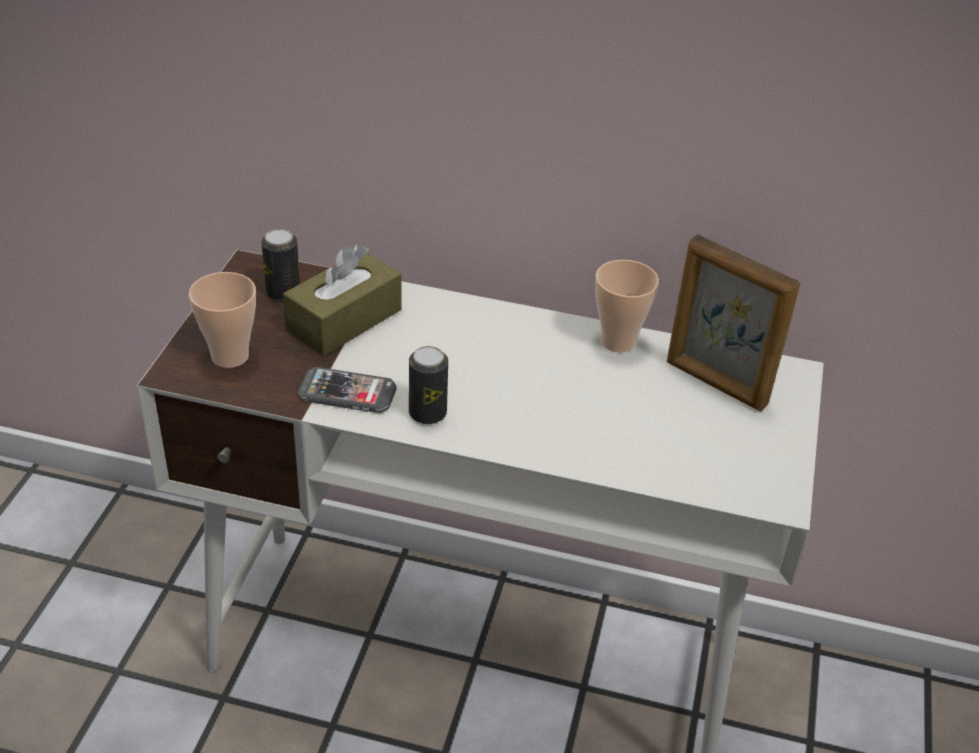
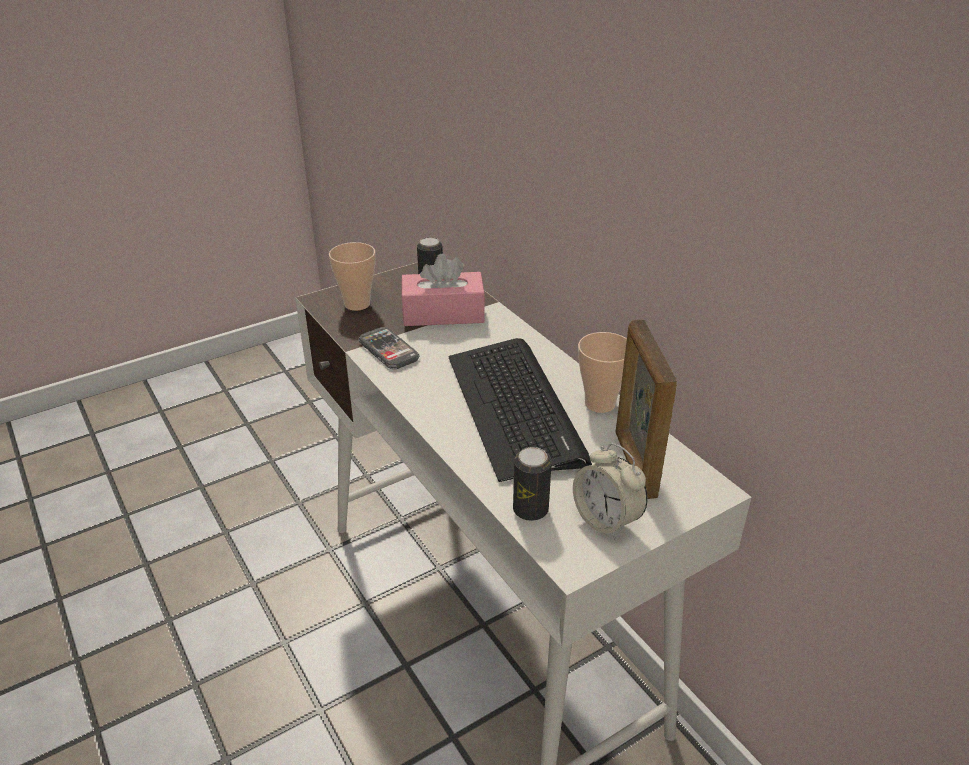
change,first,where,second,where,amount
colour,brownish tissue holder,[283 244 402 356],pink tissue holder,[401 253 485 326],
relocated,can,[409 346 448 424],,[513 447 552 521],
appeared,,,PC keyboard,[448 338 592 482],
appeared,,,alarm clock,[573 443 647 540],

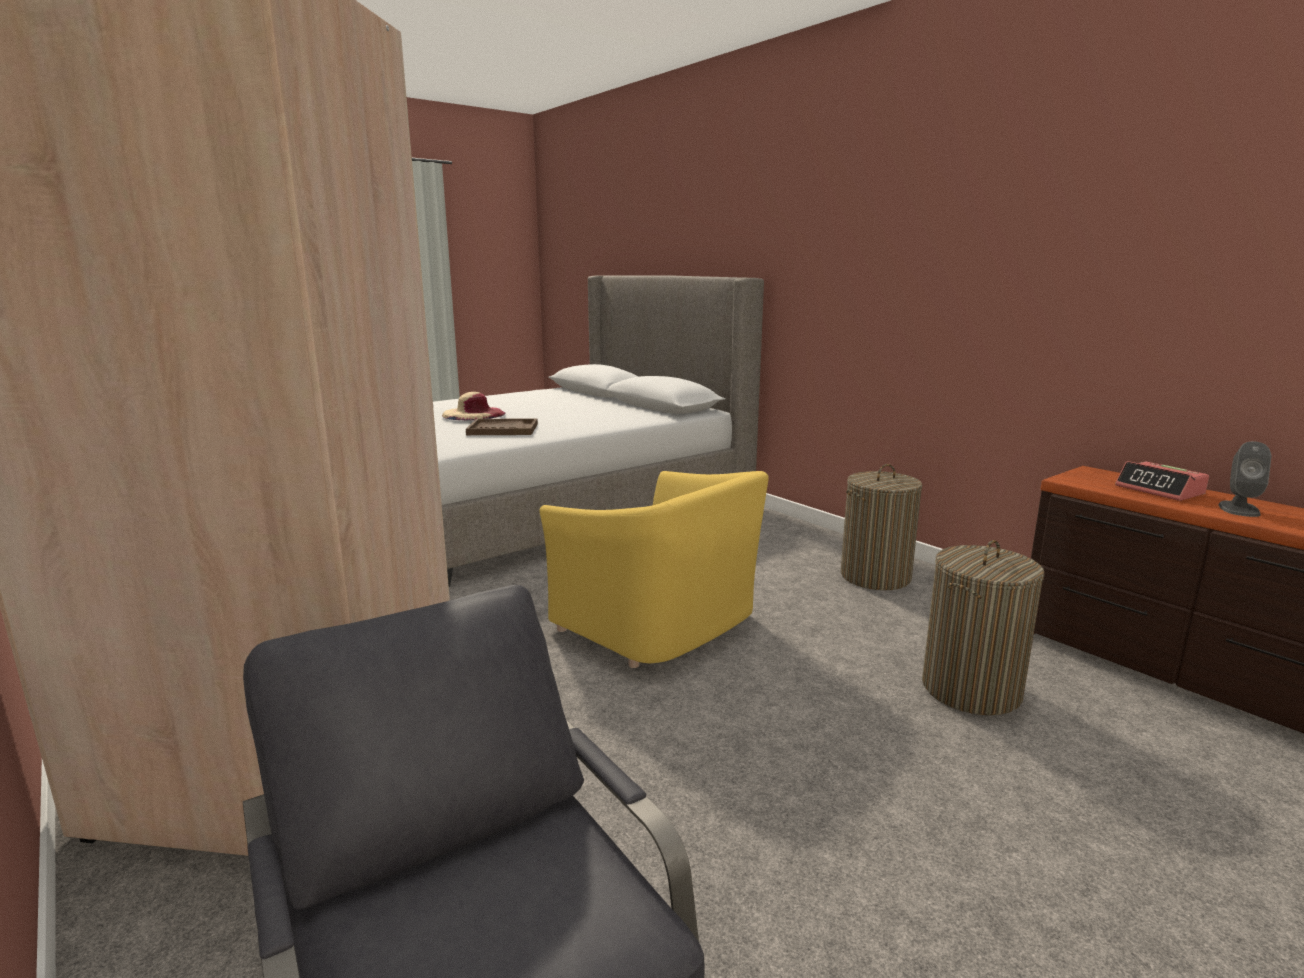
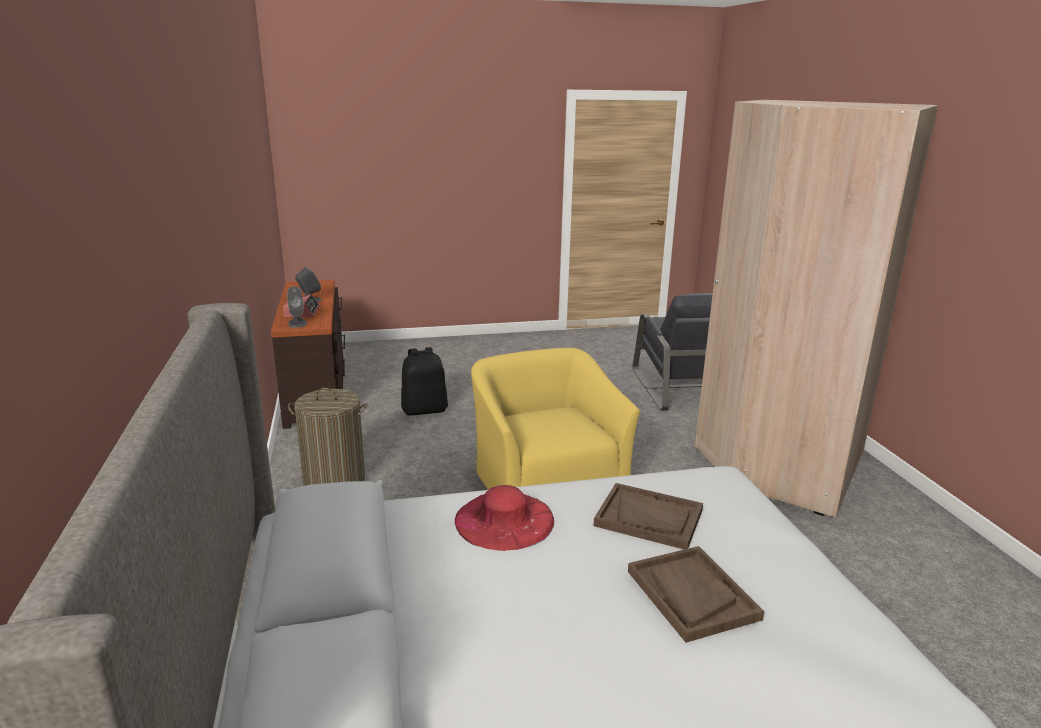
change,first,where,second,where,amount
exchanged,sand-coloured clothing hat,[442 392 505 420],brownish carrying tray,[628 546 764 643],
exchanged,washing basket,[922 540 1044 715],blackish rucksack,[401 347 448 416],
appeared,,,greyish speaker,[287 286 307 328],
appeared,,,red-coloured clothing hat,[455 485 554 551],

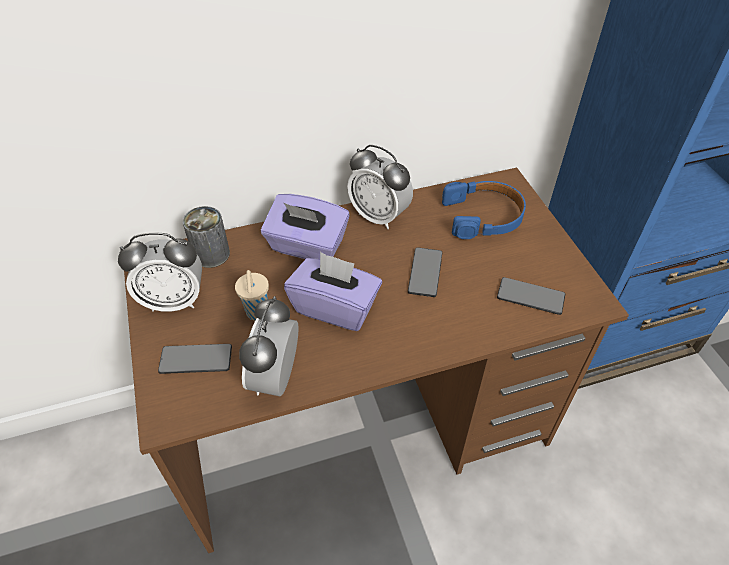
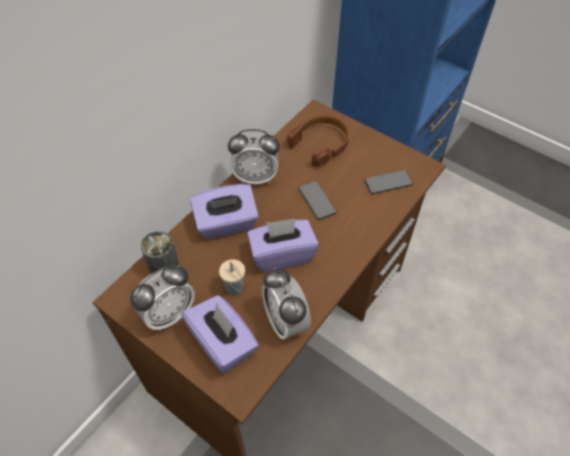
change,first,where,second,where,amount
colour,bluish headset,[442 181 526 239],brownish headset,[287 115 349 166],
exchanged,phone,[158 344 232 374],purple tissue holder,[182 295 259 374],

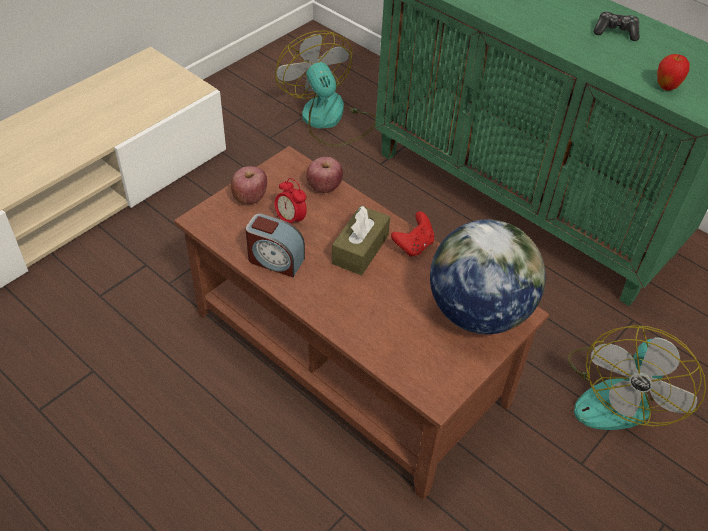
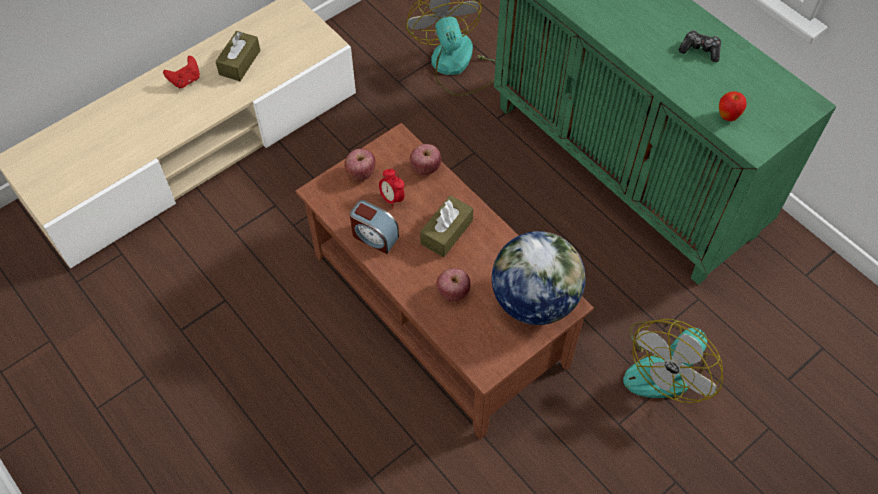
change,first,where,second,where,amount
relocated,red-coloured joypad,[391 211 434 257],,[163 56 200 88],
appeared,,,brownish tissue holder,[215 31 261 81],
appeared,,,apple fruit,[436 268 470 301],

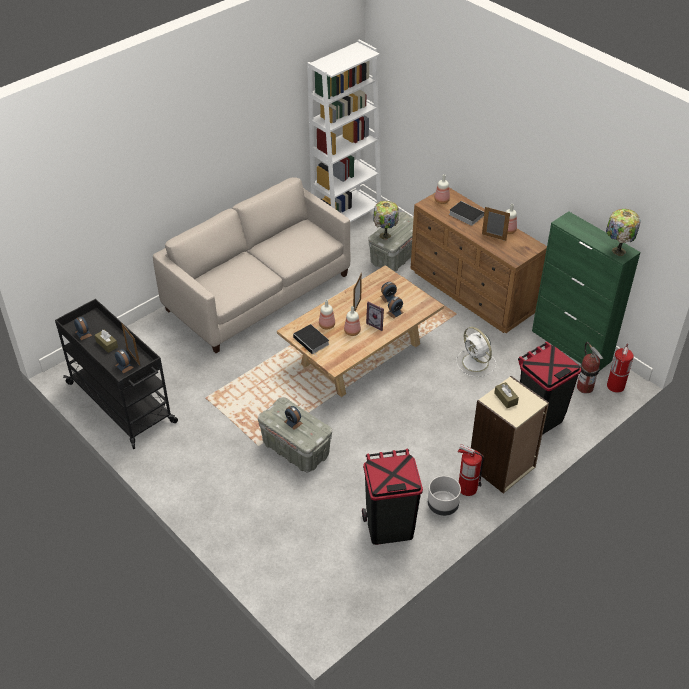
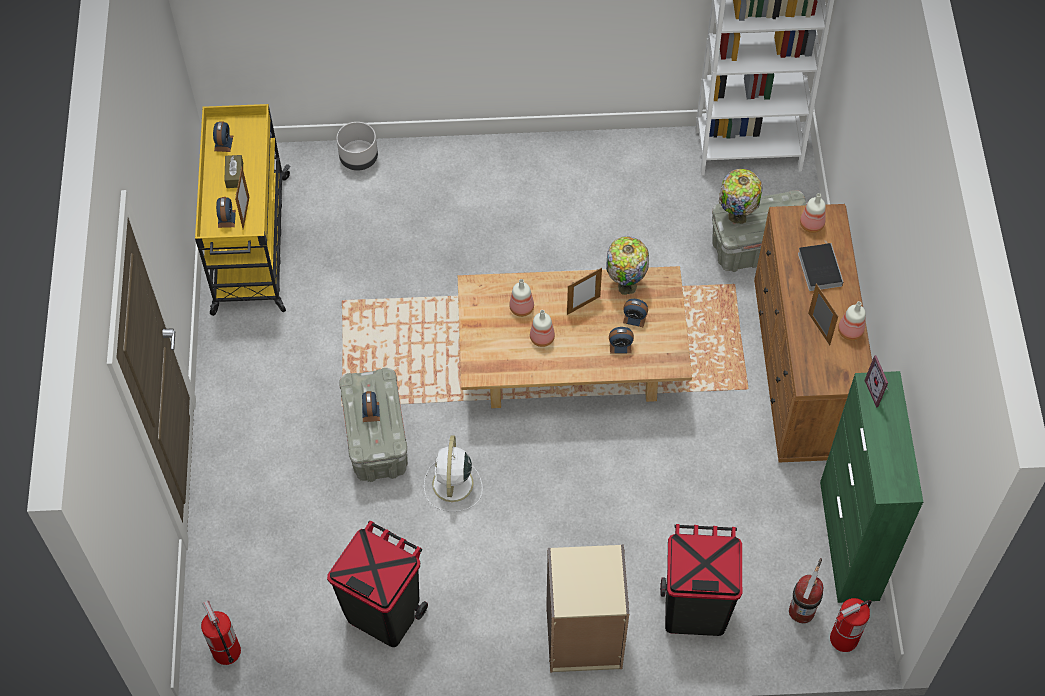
change,first,where,second,where,amount
missing,sand-coloured settee,[153 177 350 353],,,
relocated,table lamp,[606 209 641 256],,[606 237 649 295],
colour,blackish trolley,[55 299 178 449],yellowish trolley,[195 104 291 316],
relocated,picture frame,[366 302 384 331],,[864 355 889 408],
missing,book,[293 324 329 356],,,
relocated,white-coloured fan,[456 327 496 377],,[424 435 483 512],
missing,brownish tissue holder,[494 382 519 408],,,
relocated,fire-fighting cylinder,[458 444 484 496],,[201 600 241 665],
relocated,greyish plant pot,[428 476 461 516],,[337 122 378 171],

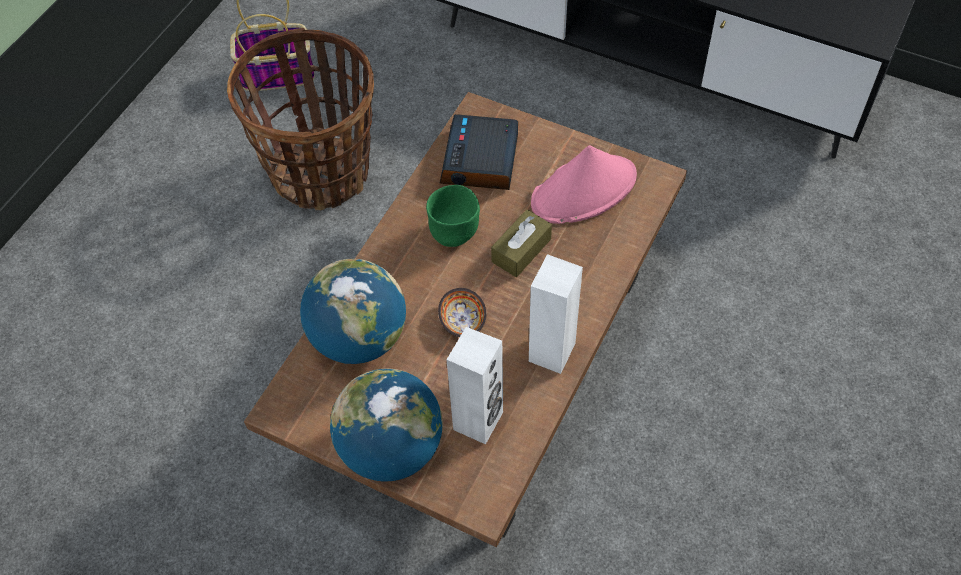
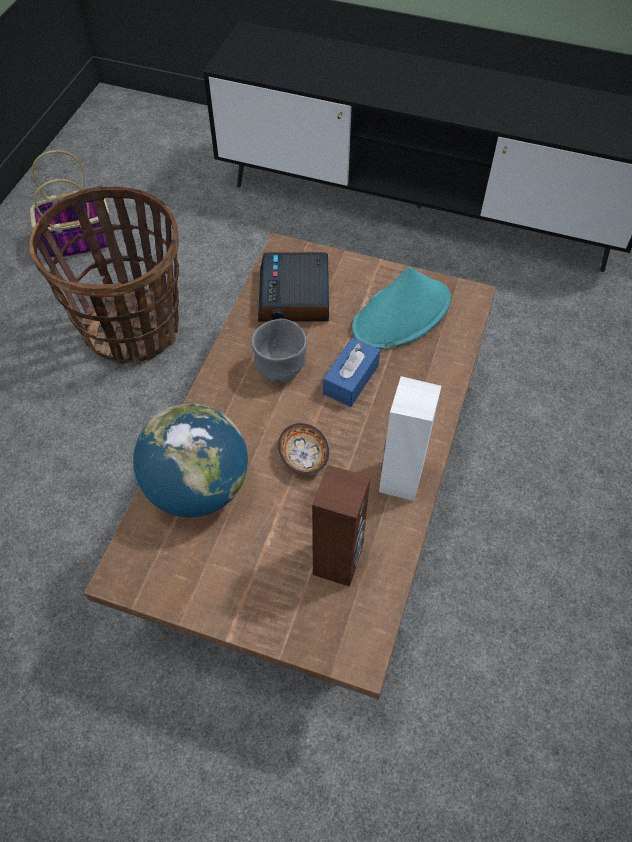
change,first,where,second,where,amount
colour,pink clothing hat,[531 145 637 224],blue-green clothing hat,[352 267 451 350],
colour,green bowl,[426 185 480 247],greyish bowl,[252 319 307 383],
colour,brownish tissue holder,[491 209 552 277],bluish tissue holder,[323 337 380 407],
colour,white-coloured speaker,[447 327 503 445],brownish speaker,[312 465 371 587],
missing,world globe,[330 369 443 481],,,

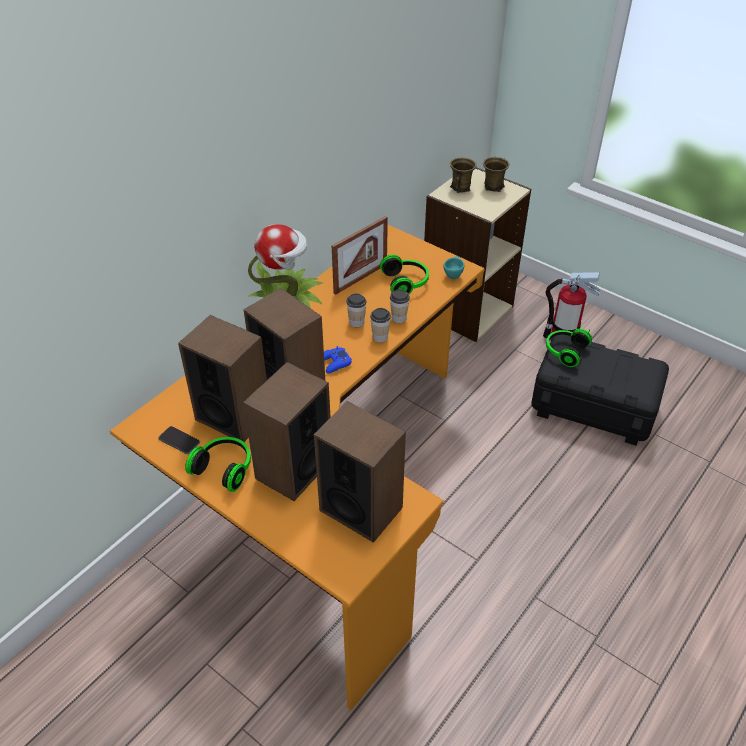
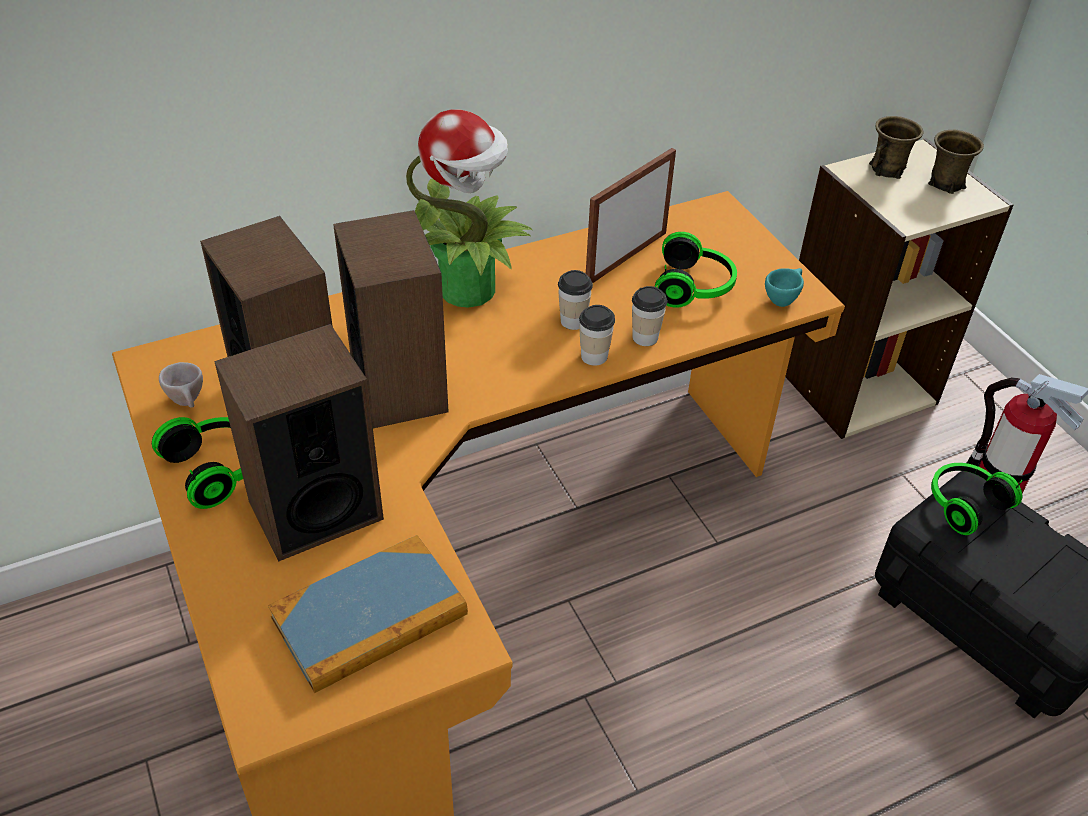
change,first,where,second,where,amount
spun,picture frame,[332 216 388 295],,[586 148 676 283],150 degrees clockwise
missing,bluish joypad,[324 346 352 374],,,
exchanged,speaker,[314 401 406 543],book,[268 535 468 693],
exchanged,phone,[158 426 200 454],sand-coloured small cup,[159 362 203 408],

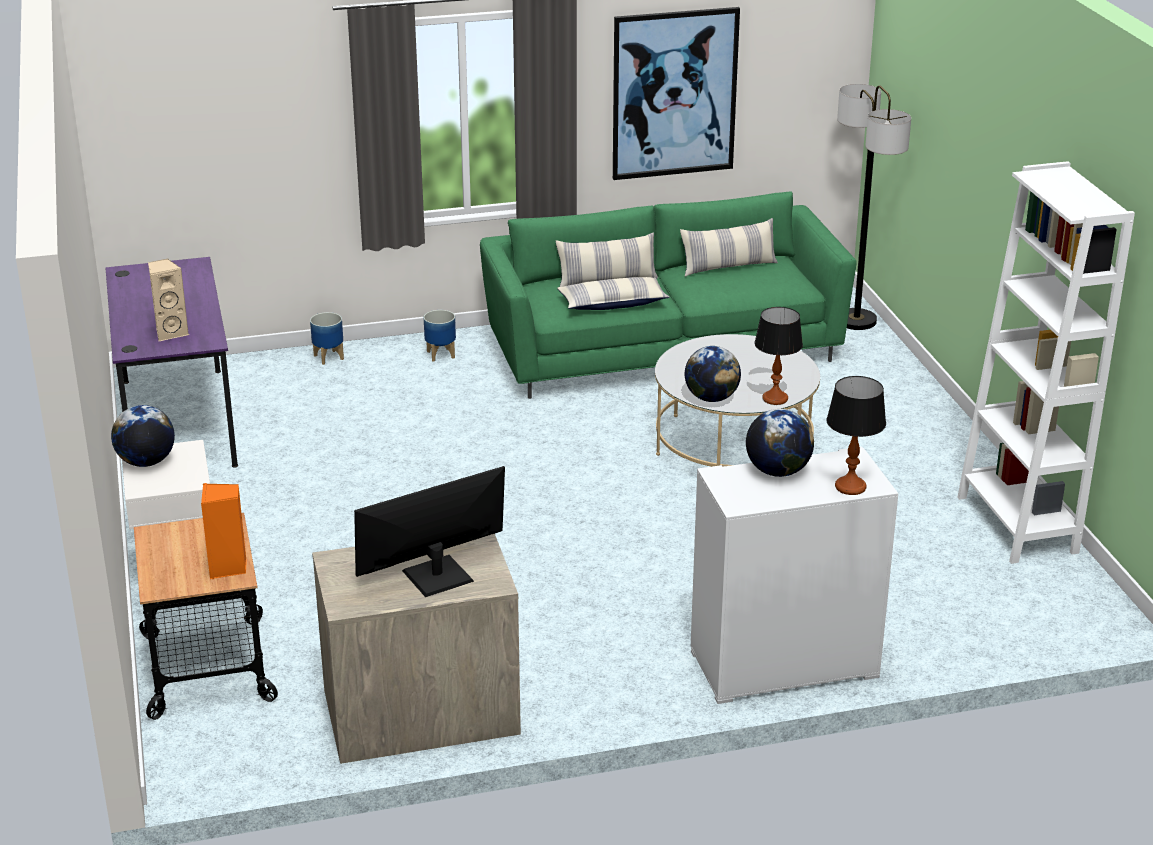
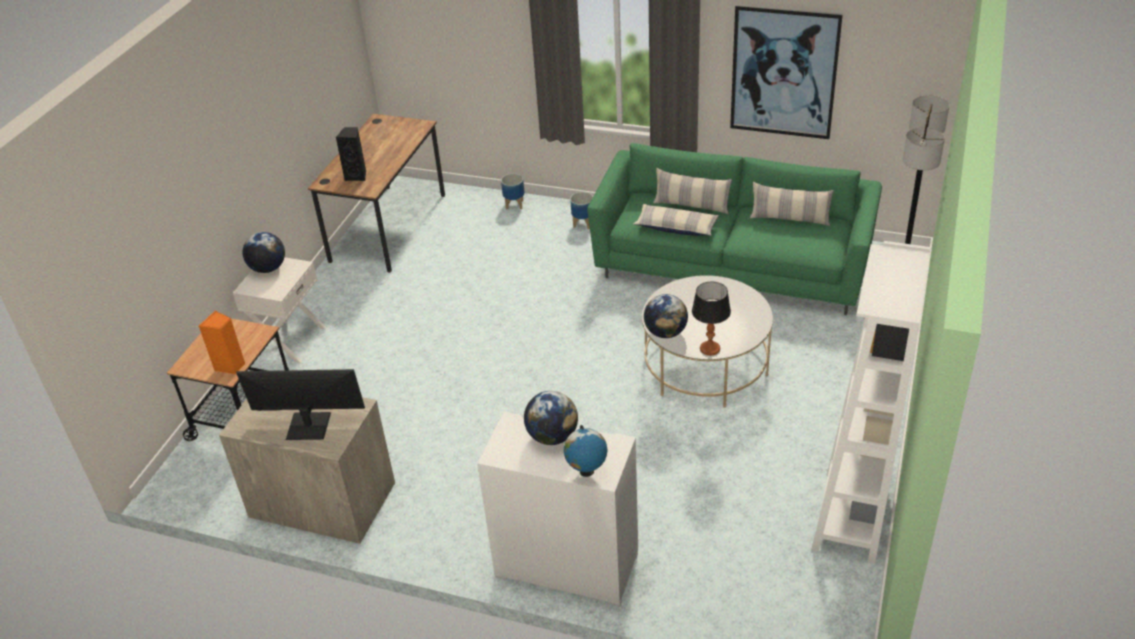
change,first,where,second,where,amount
colour,purple desk unit,[105 257 238 468],brownish desk unit,[308 114 445 273],
colour,sand-coloured speaker,[148 258 189 341],blackish speaker,[336 127 366 181],
exchanged,table lamp,[826 376 886 495],world globe,[564 425 607 477],

